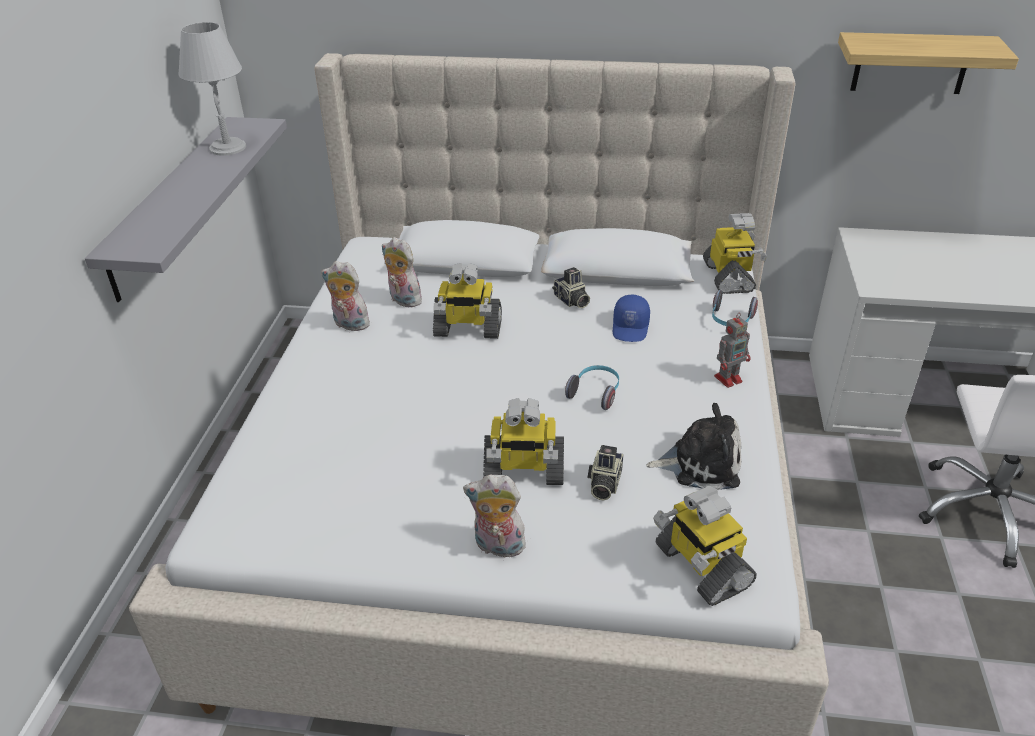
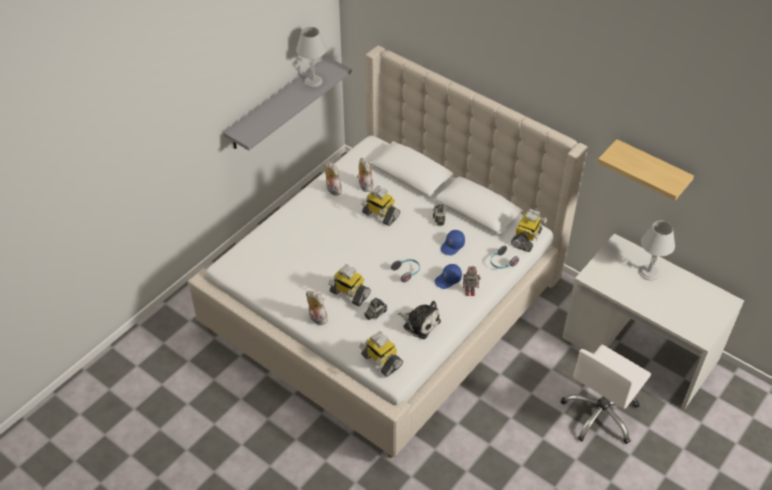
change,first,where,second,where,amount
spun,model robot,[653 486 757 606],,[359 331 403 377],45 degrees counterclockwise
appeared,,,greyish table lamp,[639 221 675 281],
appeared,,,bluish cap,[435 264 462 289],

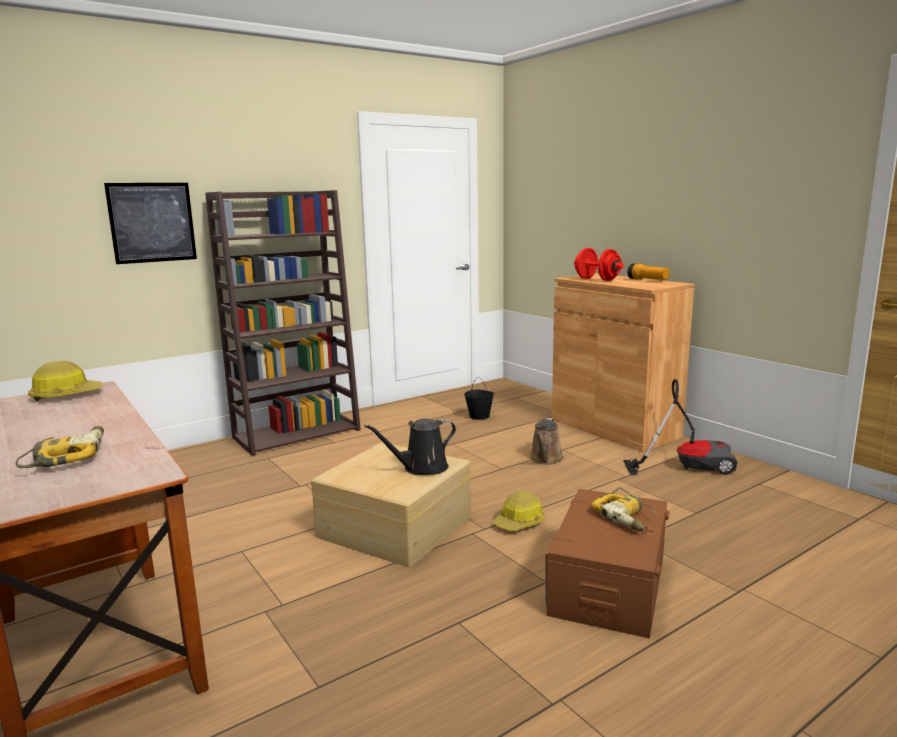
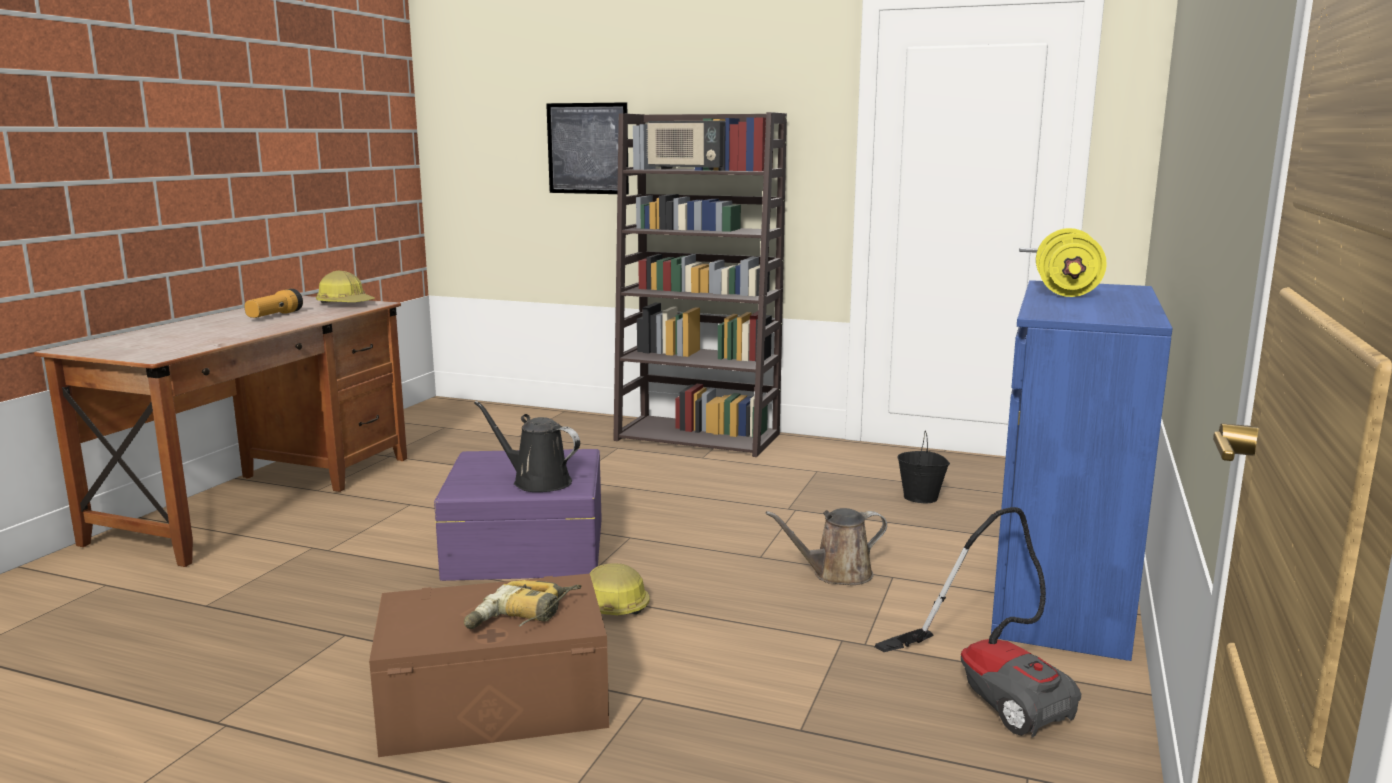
change,first,where,second,where,amount
colour,red-coloured free weight,[574 248 623 281],yellowish free weight,[1036 228 1107 297],
relocated,hand torch,[628 264 670 280],,[244 289 303 318],
colour,brownish cabinet,[552 273 694 452],bluish cabinet,[991 280 1173 661],
missing,electric drill,[16 426 104 468],,,
colour,sand-coloured storage container,[311 442 472 567],purple storage container,[434 449 602 581],
appeared,,,radio receiver,[646 121 726 170],

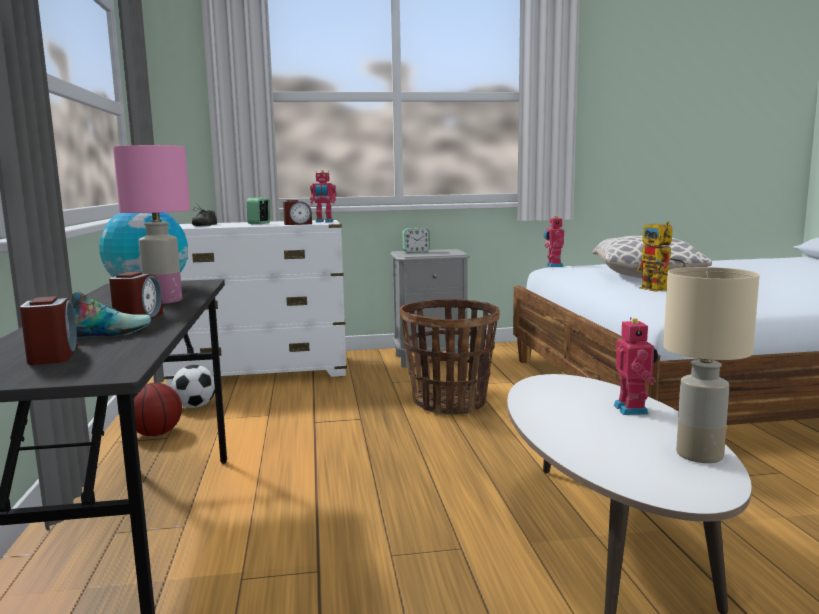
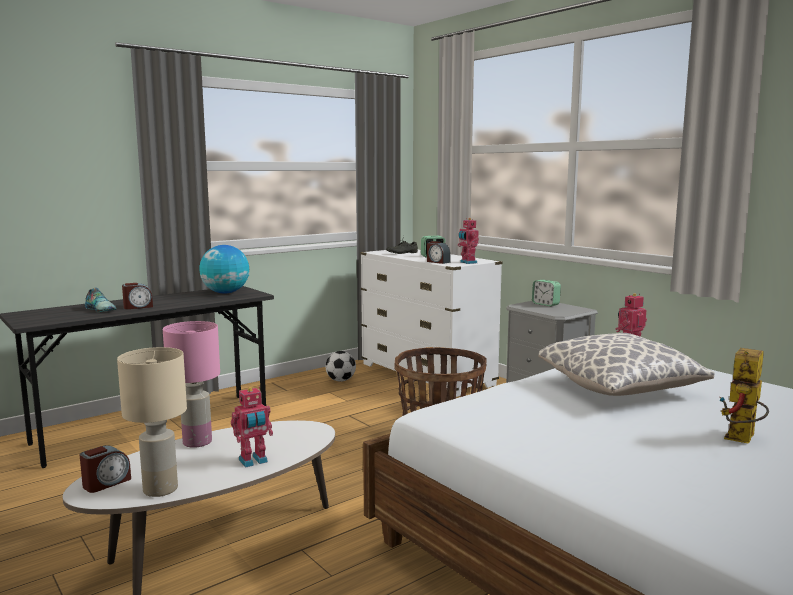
change,first,where,second,where,amount
relocated,pink table lamp,[113 145 190 304],,[163 321 220 448],
relocated,model robot,[637 221 686 292],,[720 348 769 444],
relocated,alarm clock,[20 296 78 365],,[80 445 131 493],
missing,basketball ball,[134 383 182 436],,,

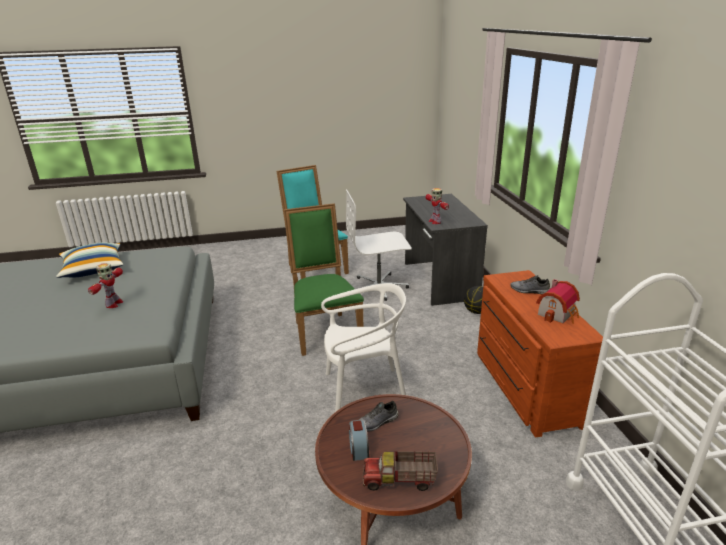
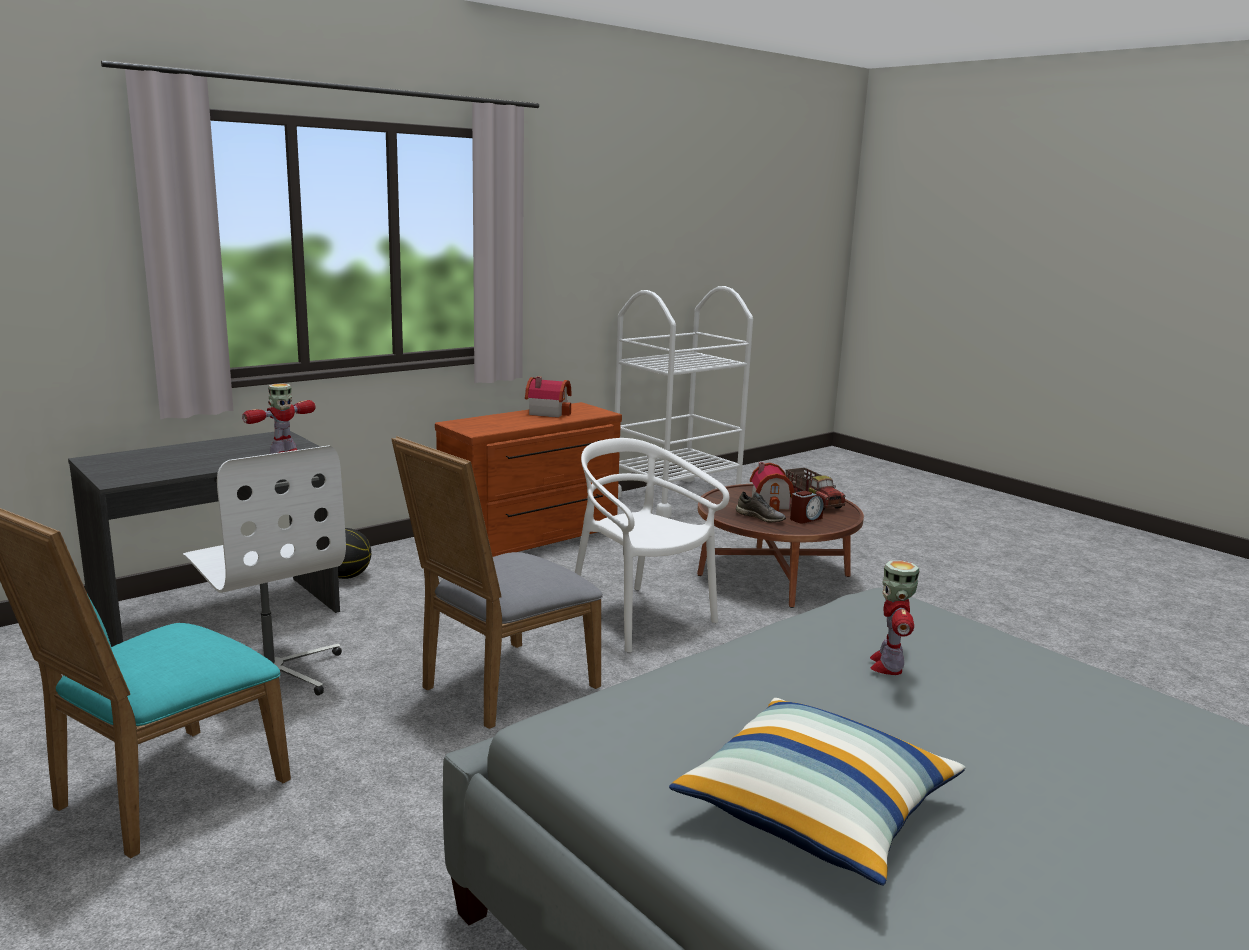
change,first,where,second,where,amount
colour,green chair,[283 203 364 356],greyish chair,[391 436 603 729],
spun,model robot,[88 263 123 308],,[870 560 920 675],60 degrees counterclockwise
missing,greyish item of footwear,[510 275 550 294],,,
appeared,,,toy house,[750 462 795 511],

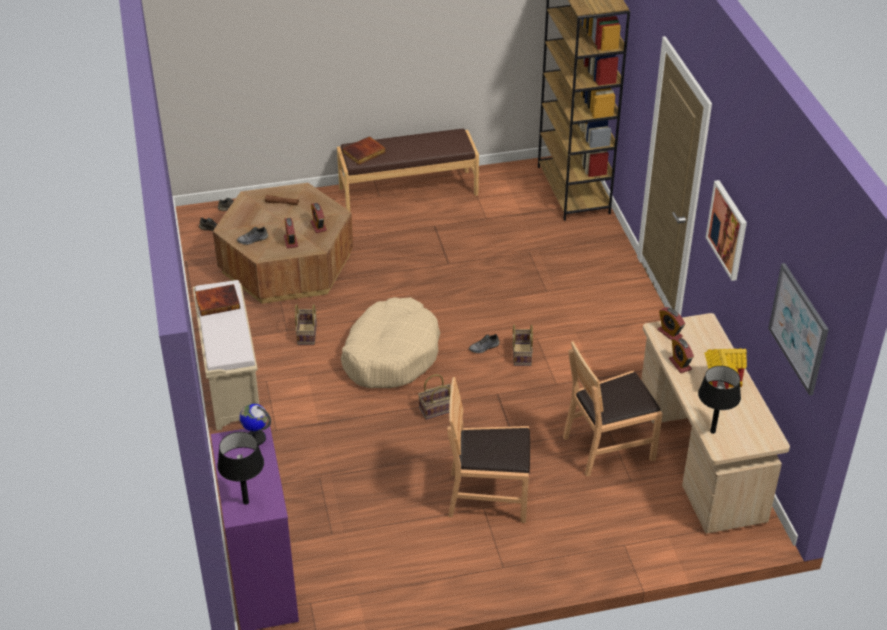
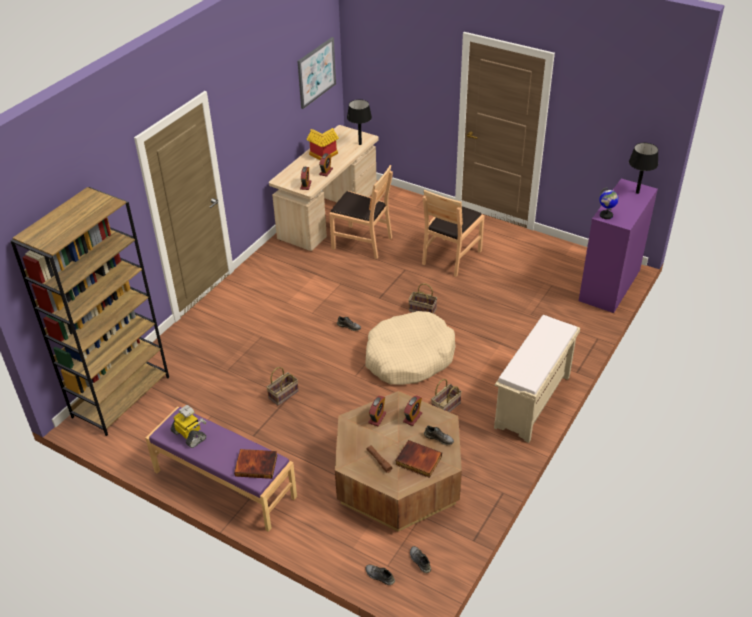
change,first,where,second,where,amount
colour,brownish long seat,[337 128 479 211],purple long seat,[145 407 297 532],
missing,wall art,[705 180 747 281],,,
relocated,book,[195 284 240 316],,[395 440 442 478],
relocated,household basket,[513 324 533 366],,[267 367 299 405],
spun,brownish chair,[447 377 530 523],,[422 190 485 277],75 degrees clockwise
appeared,,,model robot,[171 405 207 448],

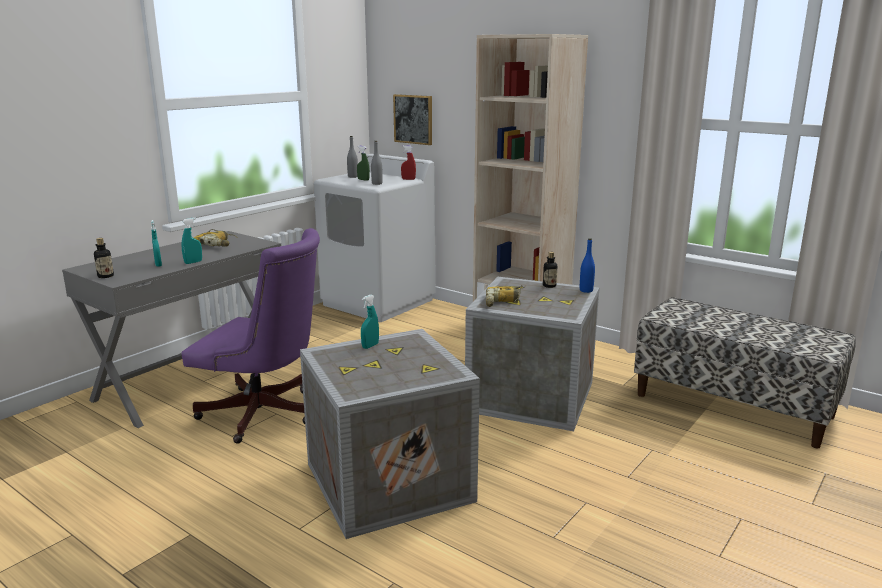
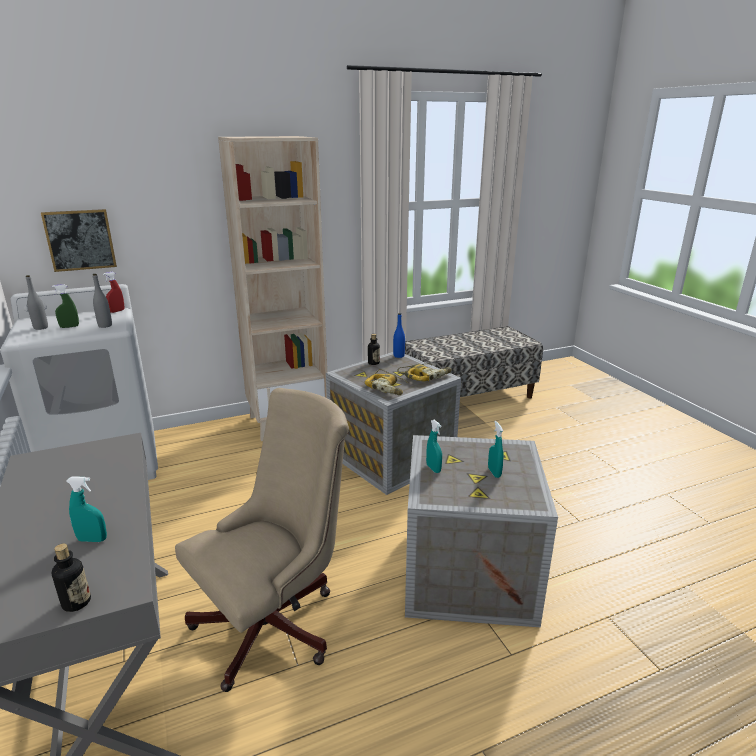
change,first,where,second,where,amount
relocated,blue-green sprayer,[181 218 202 264],,[488 421 503 478],
colour,purple computer chair,[181 228 320 444],sand-coloured computer chair,[175 388 349 692],
relocated,electric drill,[194 229 238 247],,[397 363 452 382],

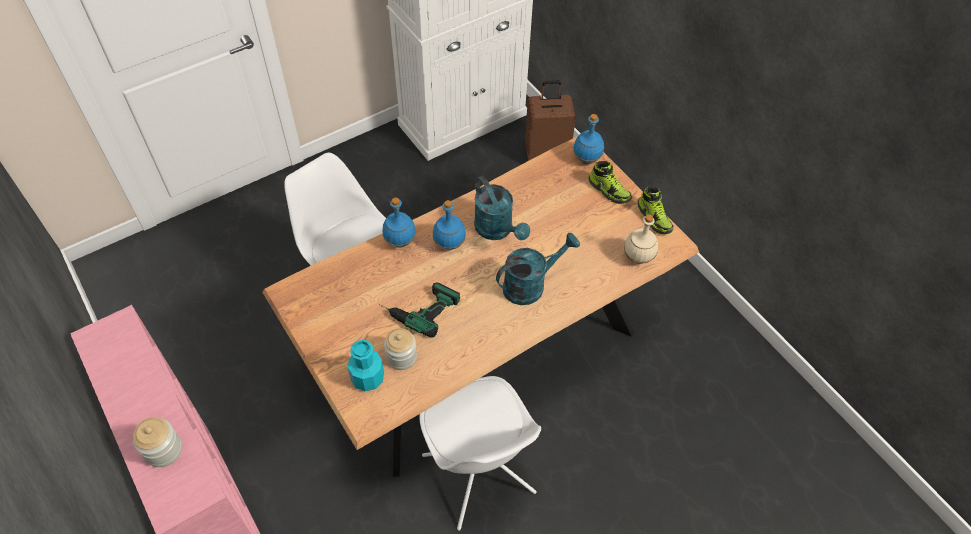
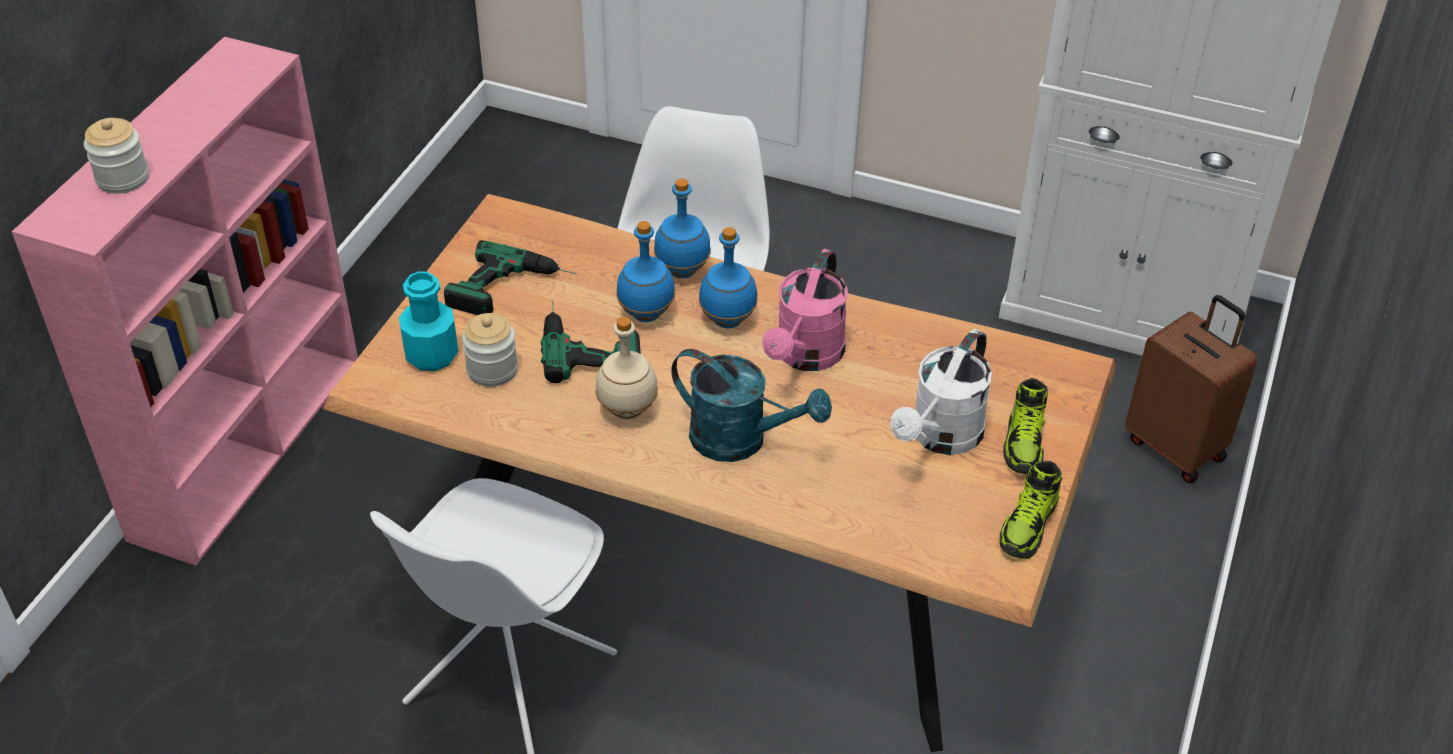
change,first,where,second,where,amount
relocated,bluish drink bottle,[573 114 604 164],,[616 221 675 322],
colour,blue-green sprinkling can,[474 176 530 240],pink sprinkling can,[762 249 848 371],
relocated,sand-coloured drink bottle,[624 215 658 264],,[596 317 658 420],
appeared,,,electric drill,[444 240 577 315],
appeared,,,white-coloured sprinkling can,[890 329 992 455],

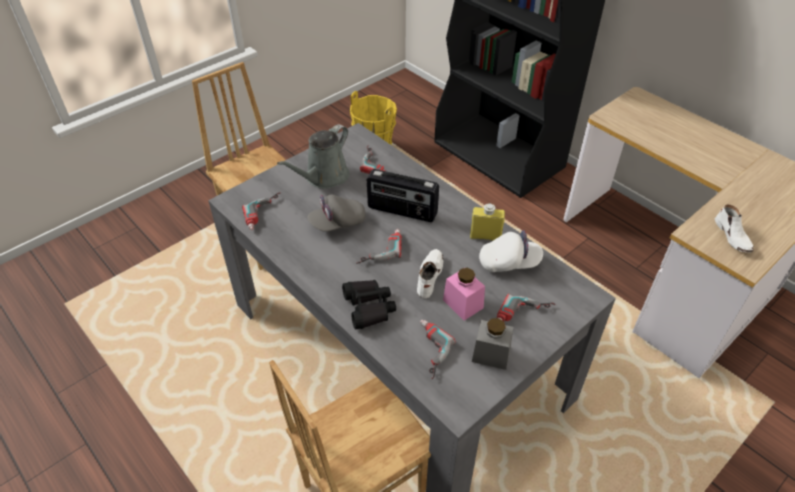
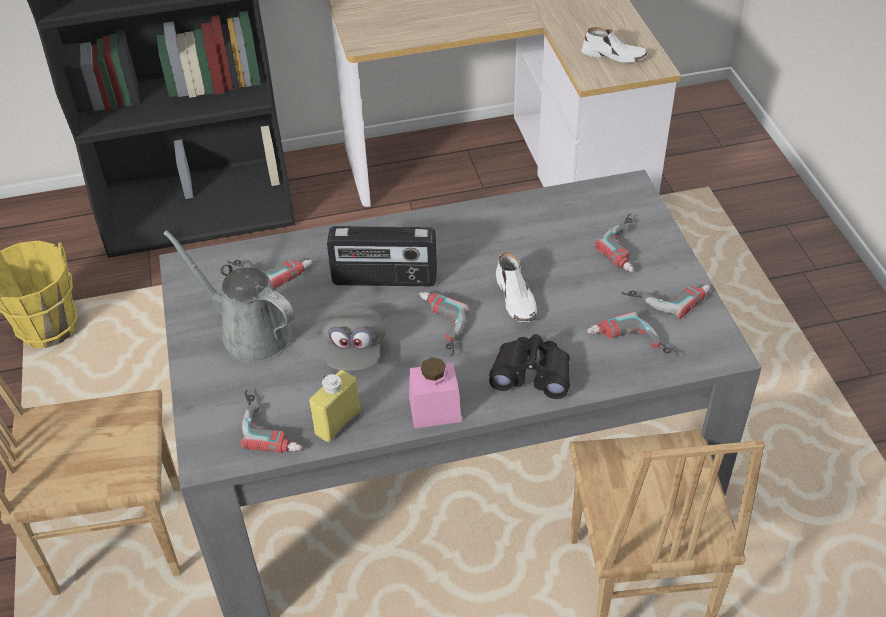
change,first,where,second,where,amount
spun,greyish sprinkling can,[277 124 349 189],,[163 230 295 363],150 degrees clockwise
spun,radio receiver,[367 169 439 222],,[327 226 437 286],45 degrees clockwise
relocated,yellowish drink bottle,[470 203 505 240],,[309 370 360 442],
missing,white-coloured cap,[479 230 543 272],,,
spun,white-coloured item of footwear,[417 249 443 298],,[496 252 537 322],150 degrees counterclockwise
relocated,pink storage jar,[443 268 485 321],,[409 357 462 428],
exchanged,greyish storage jar,[472 318 513 370],electric drill,[621 285 710 319],

